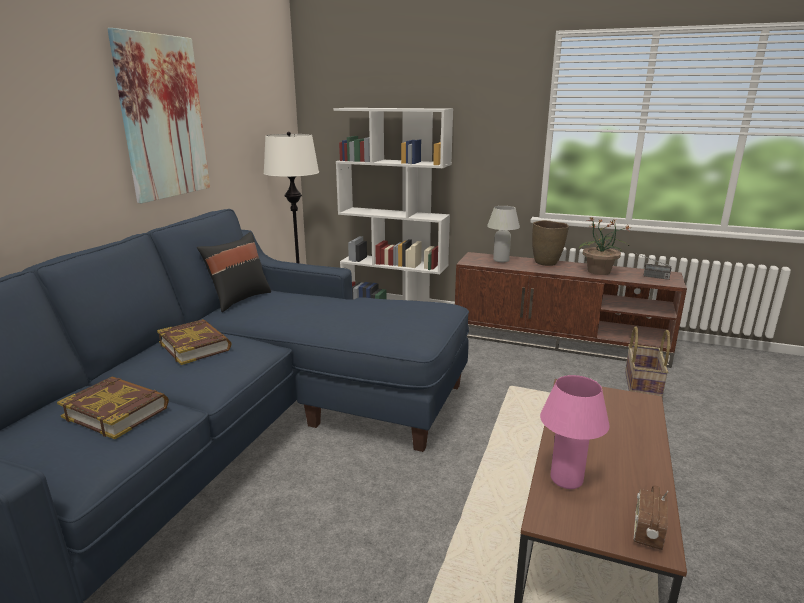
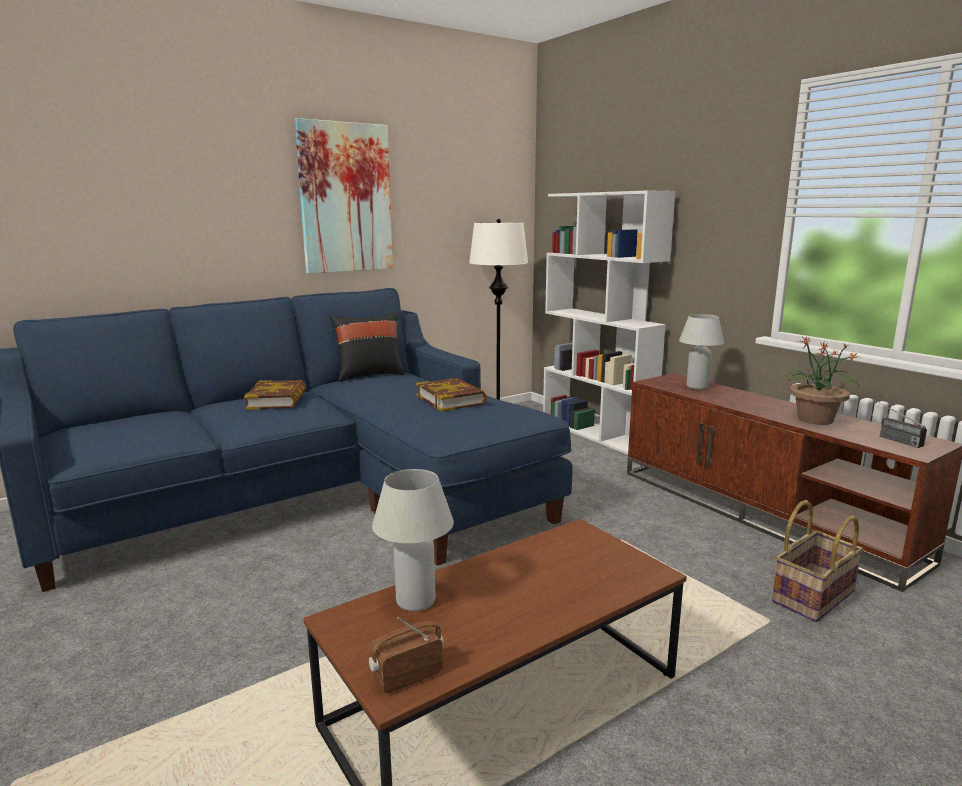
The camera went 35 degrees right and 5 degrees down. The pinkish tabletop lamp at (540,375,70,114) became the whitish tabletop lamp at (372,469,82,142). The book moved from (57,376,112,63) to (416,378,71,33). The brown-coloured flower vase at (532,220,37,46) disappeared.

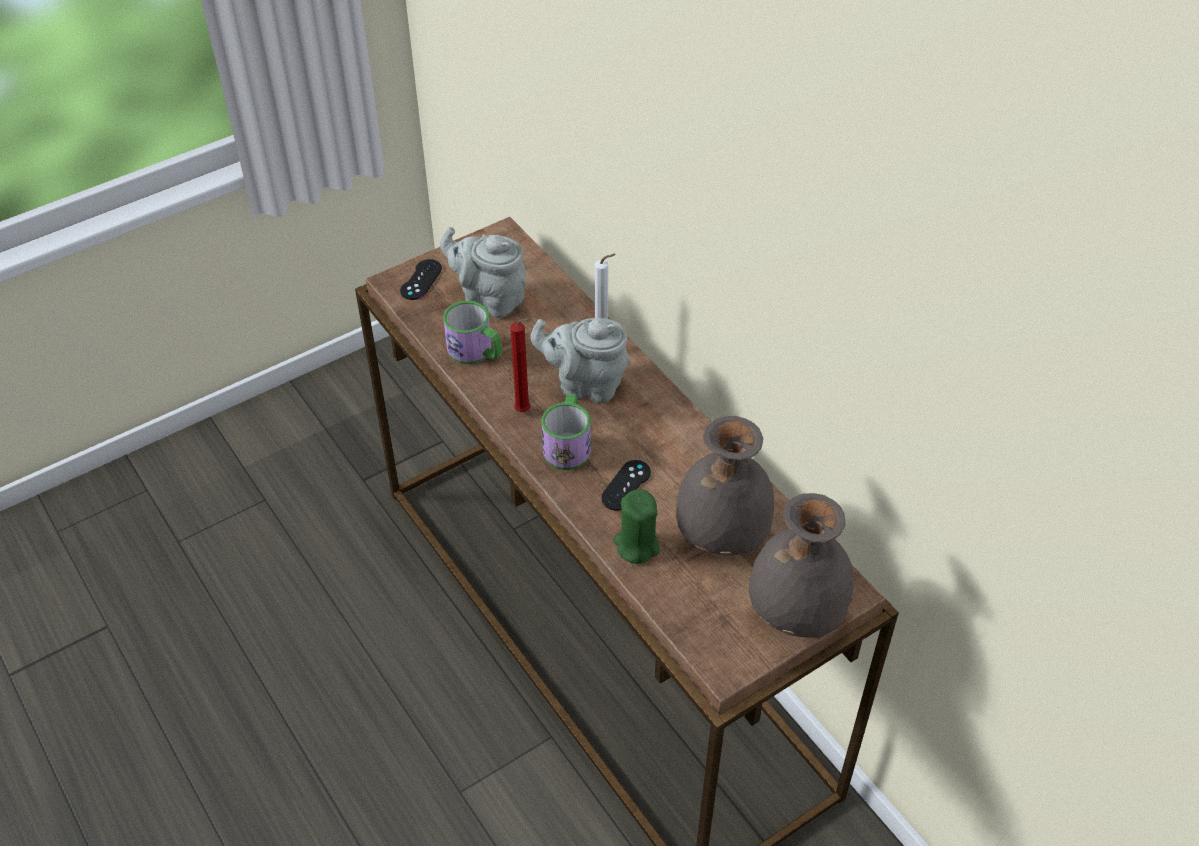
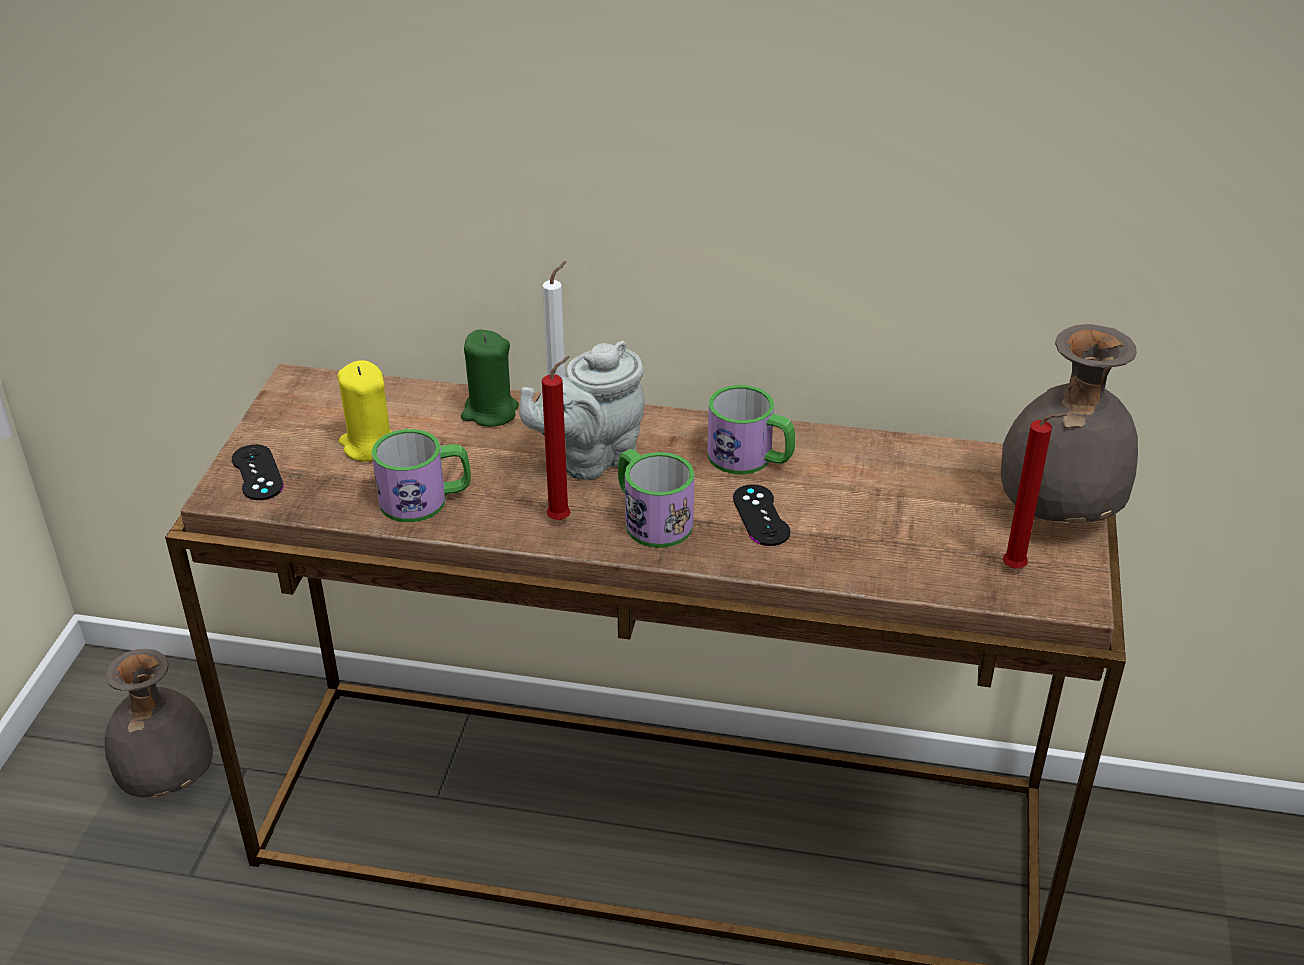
The camera went 45 degrees left and 10 degrees down. The greyish flower vase moved from (676,416,98,140) to (105,649,108,148). The greyish tea pot at (440,227,86,91) was replaced by the yellow-coloured wax candle at (337,360,55,102). The greenish wax candle moved from (613,489,47,75) to (461,329,58,98). The coffee mug at (707,385,88,90) appeared. The reddish wax candle at (1003,413,64,156) appeared.

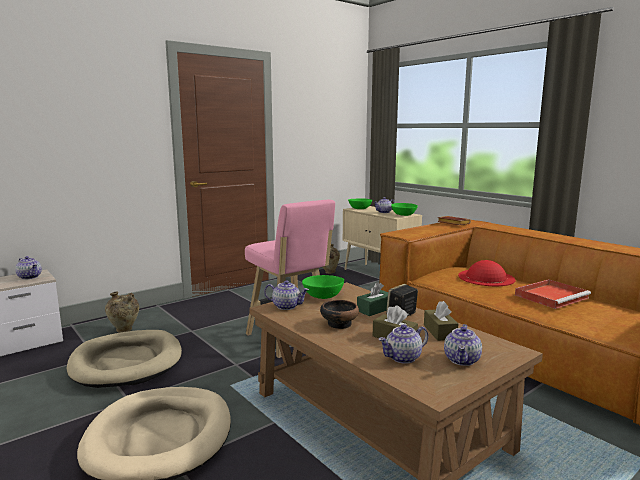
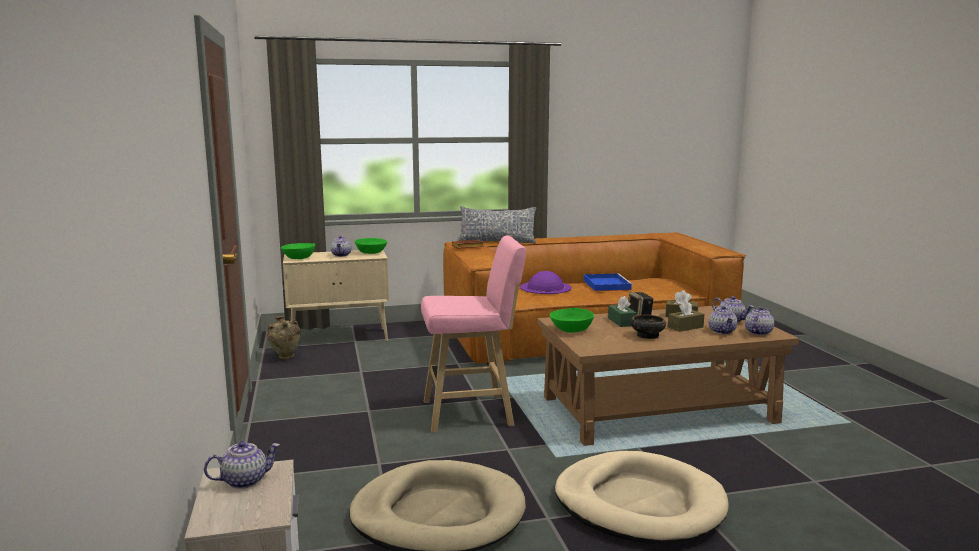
The camera went 65 degrees left and 0 degrees up. The pillow at (457,206,79,37) appeared. The reddish hat at (458,260,57,26) became the purple hat at (520,271,52,23). The reddish tray at (515,279,76,30) became the blue-coloured tray at (584,273,49,18). The tea pot moved from (264,280,45,30) to (745,307,29,28). The beige flower vase at (105,292,34,41) disappeared.

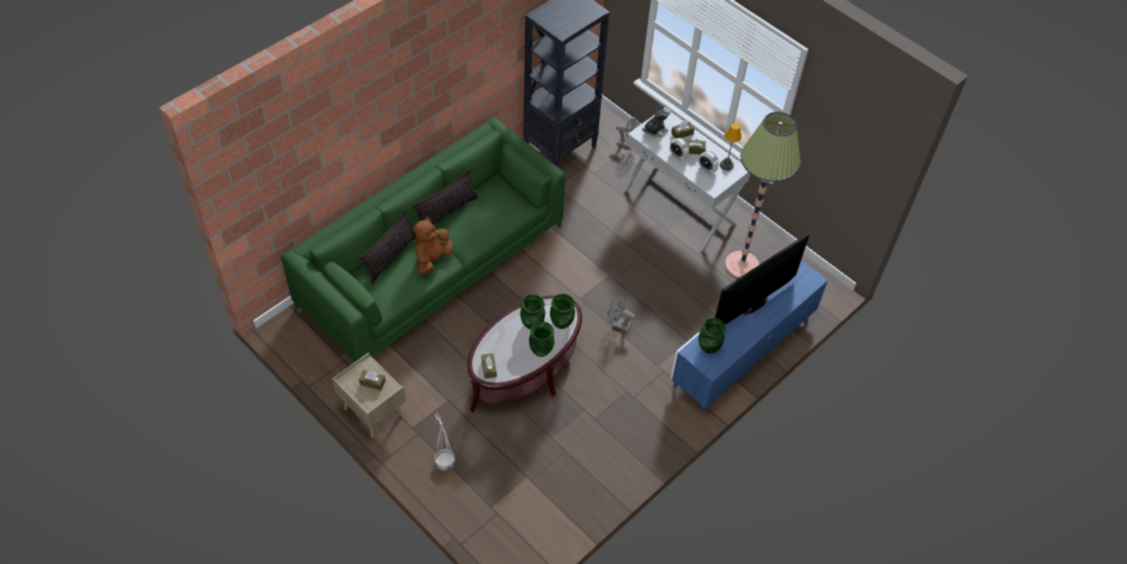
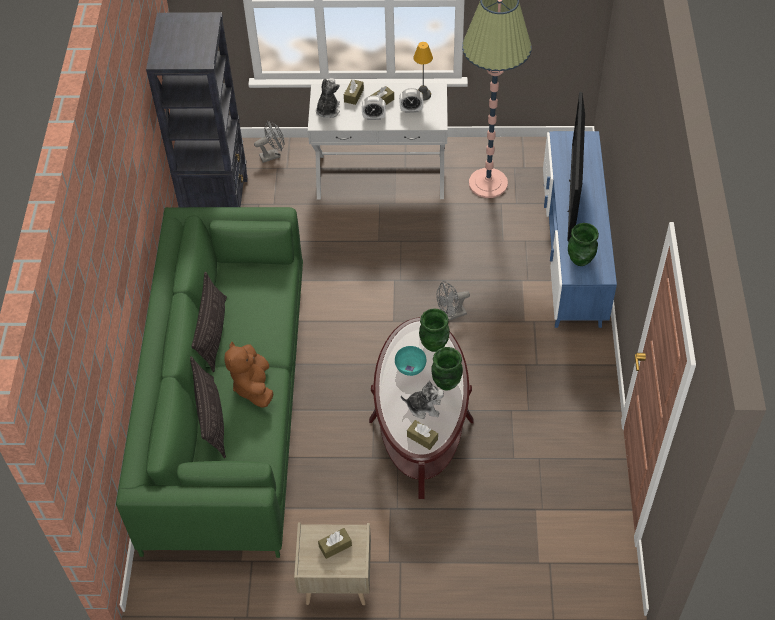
The camera went 40 degrees left and 0 degrees up. The greenish flower vase at (520,294,25,35) was replaced by the turquoise deep dish at (395,346,31,30). The cuddly toy at (401,381,43,38) appeared. The whitish plant pot at (434,412,21,59) disappeared.

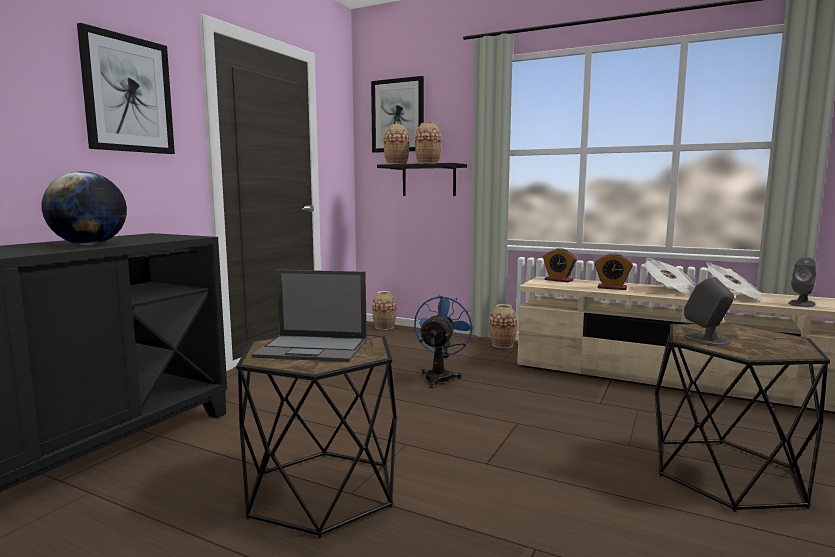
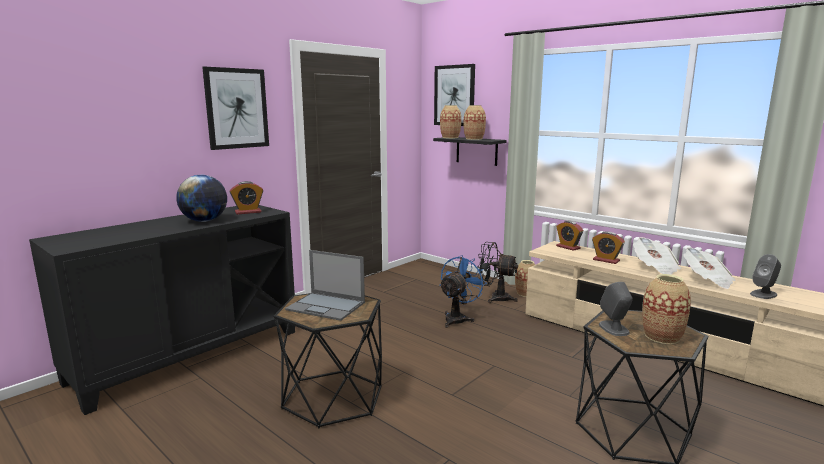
The camera went 15 degrees right and 5 degrees up. The bedside clock at (230,181,33,33) appeared. The black-coloured fan at (477,242,41,61) appeared. The flower vase moved from (372,291,24,39) to (642,274,49,70).

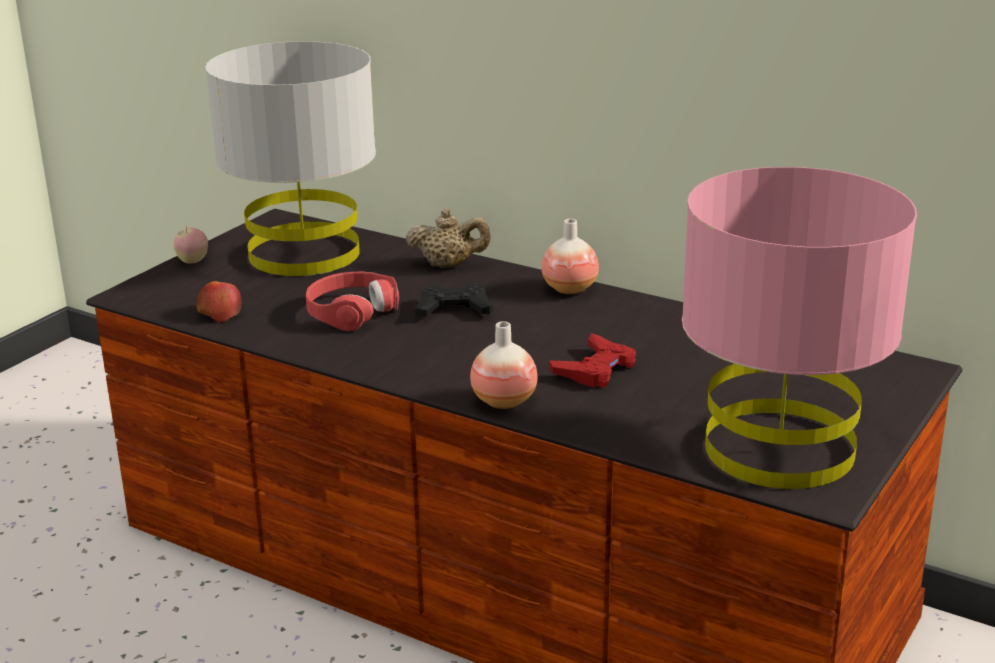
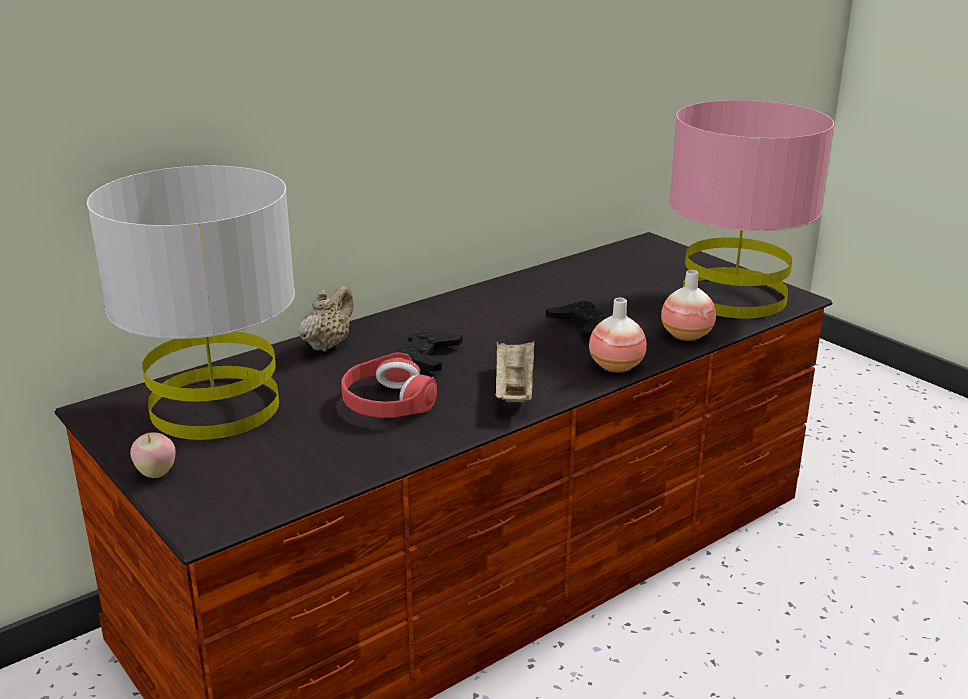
The camera went 70 degrees left and 0 degrees up. The beige tray at (495,342,39,60) appeared. The reddish game controller at (549,333,87,55) became the black-coloured game controller at (546,301,67,37). The flower vase moved from (541,219,58,75) to (661,270,55,71). The apple fruit at (197,281,45,42) disappeared.

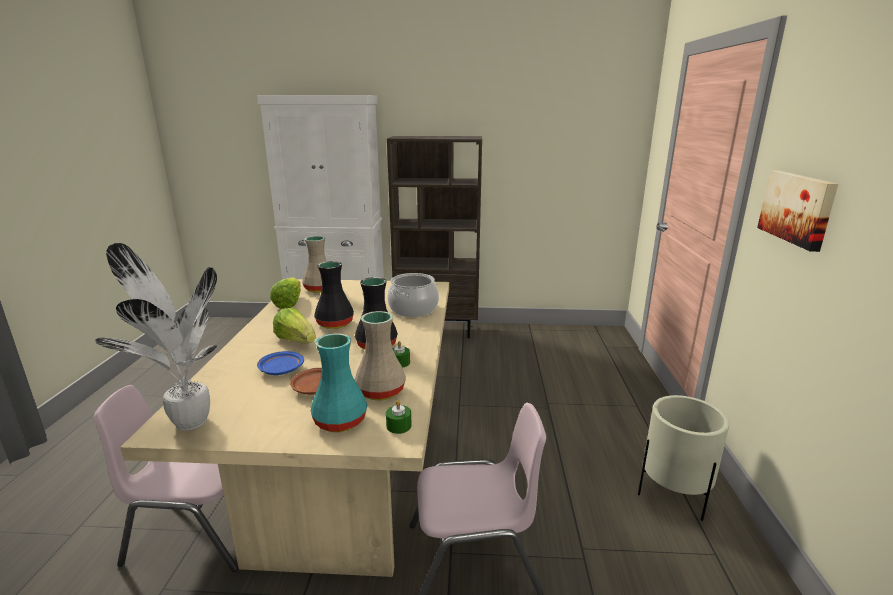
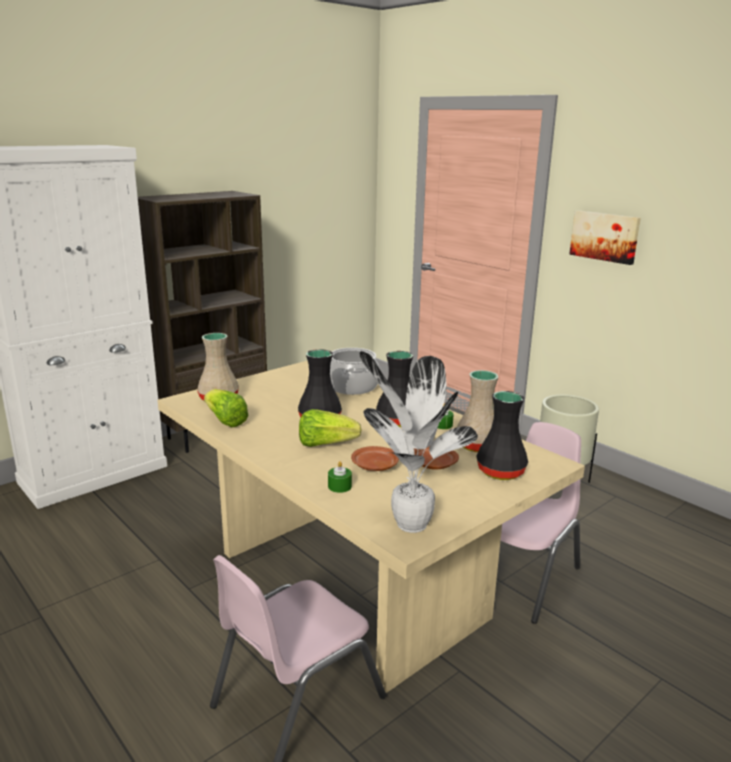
The camera went 45 degrees left and 0 degrees up. The greenish wax candle moved from (386,400,26,34) to (328,461,24,32). The blue-coloured plate at (257,351,47,24) became the brown-coloured plate at (351,446,48,25). The turquoise flower vase at (311,333,57,99) became the black-coloured flower vase at (476,391,52,89).

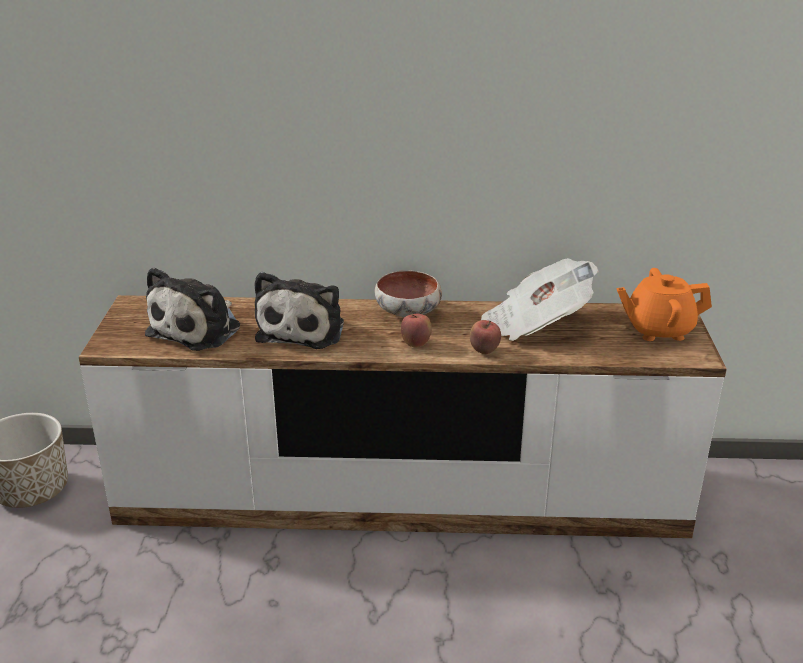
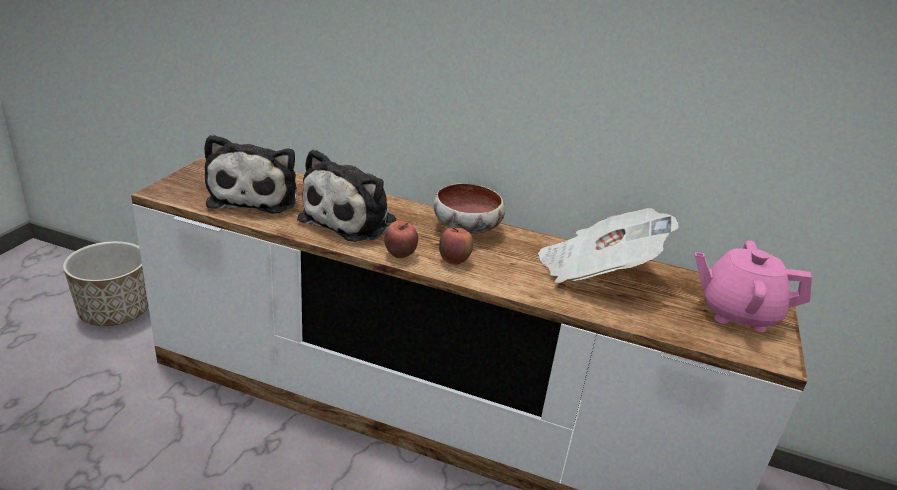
The camera went 15 degrees right and 0 degrees up. The cuddly toy at (145,267,95,84) turned 45 degrees counterclockwise. The apple fruit moved from (470,320,31,34) to (384,221,34,37). The orange-coloured tea pot at (617,268,95,73) became the pinkish tea pot at (694,240,118,92).

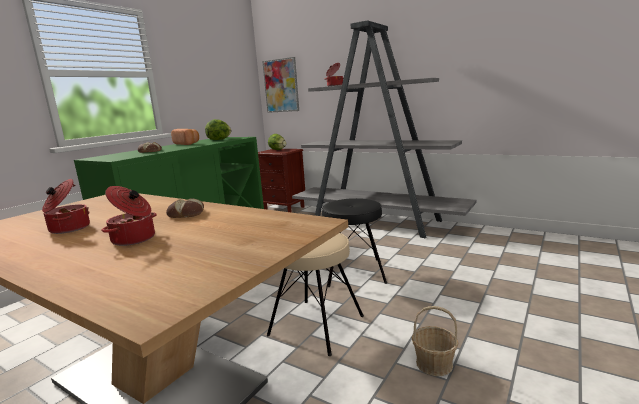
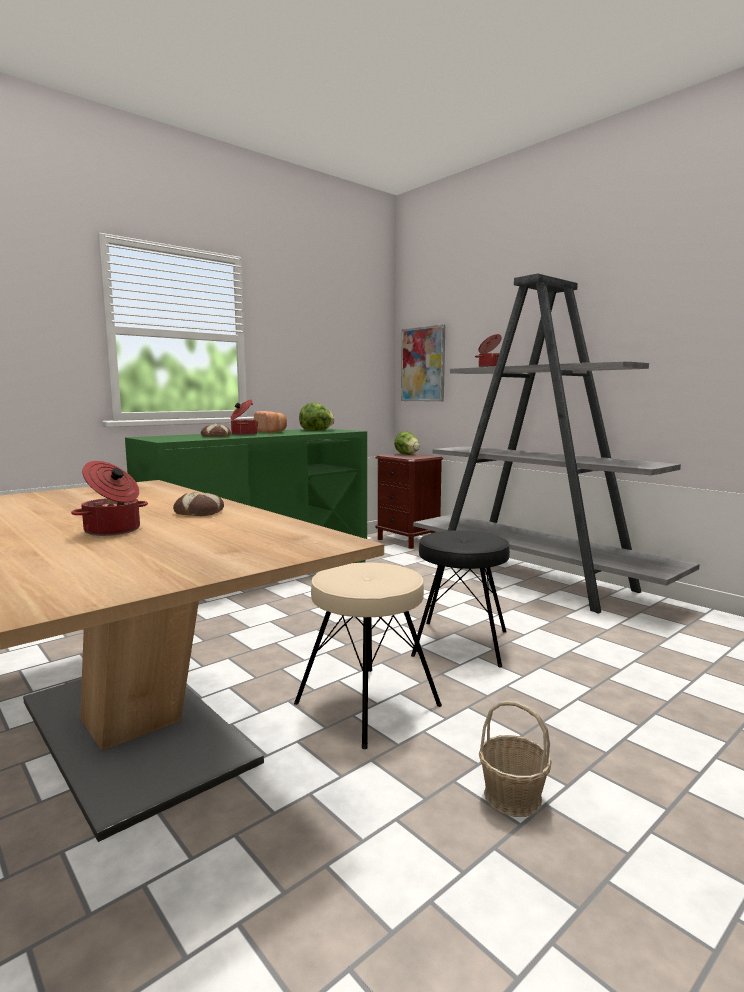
The camera went 15 degrees right and 5 degrees down. The cooking pot moved from (42,179,48,55) to (230,400,28,35).

